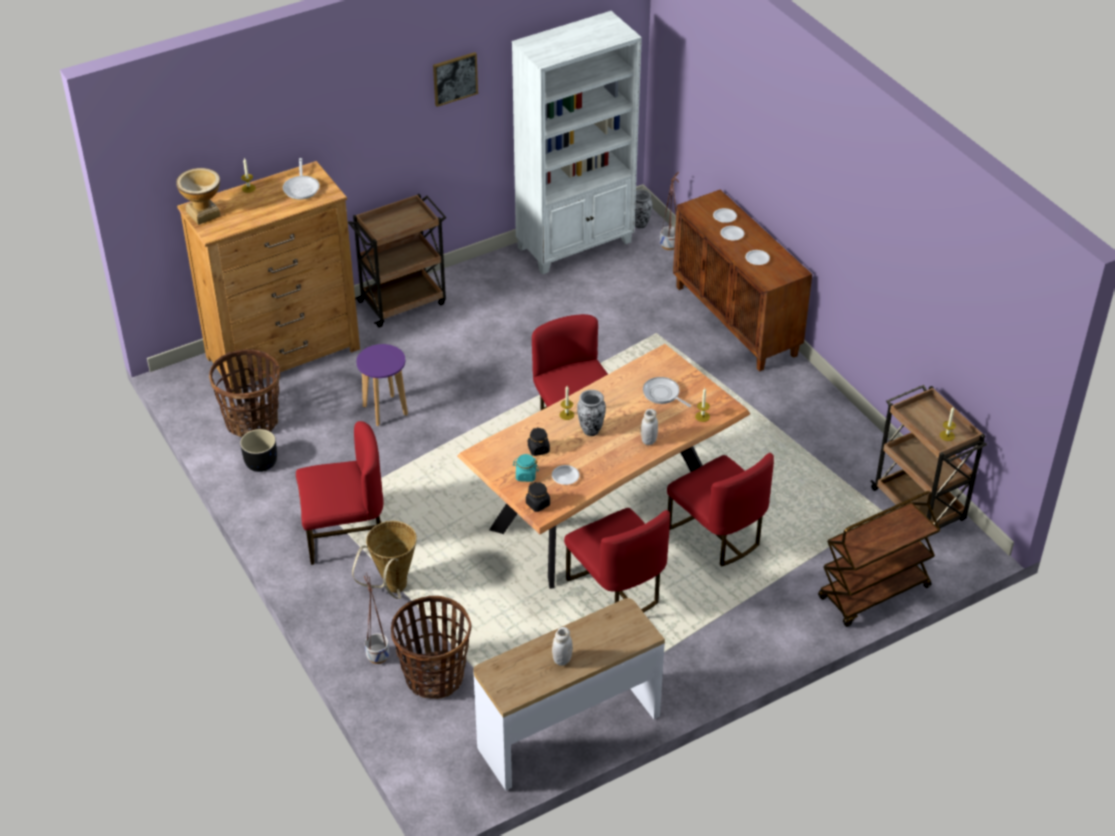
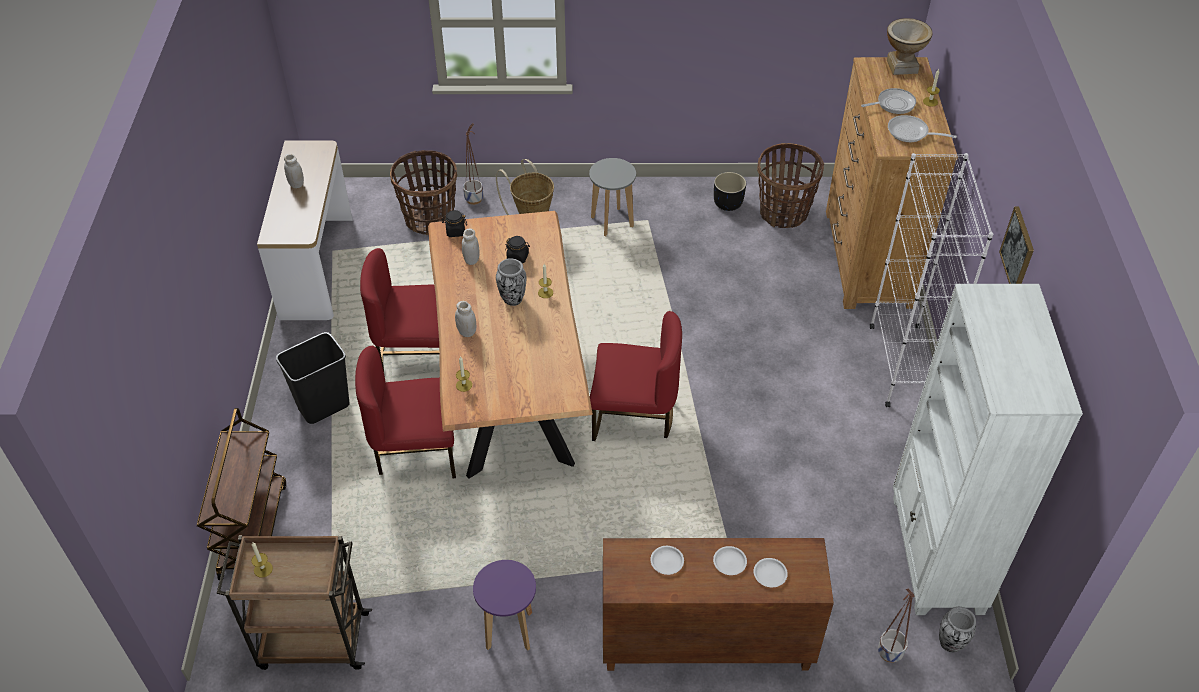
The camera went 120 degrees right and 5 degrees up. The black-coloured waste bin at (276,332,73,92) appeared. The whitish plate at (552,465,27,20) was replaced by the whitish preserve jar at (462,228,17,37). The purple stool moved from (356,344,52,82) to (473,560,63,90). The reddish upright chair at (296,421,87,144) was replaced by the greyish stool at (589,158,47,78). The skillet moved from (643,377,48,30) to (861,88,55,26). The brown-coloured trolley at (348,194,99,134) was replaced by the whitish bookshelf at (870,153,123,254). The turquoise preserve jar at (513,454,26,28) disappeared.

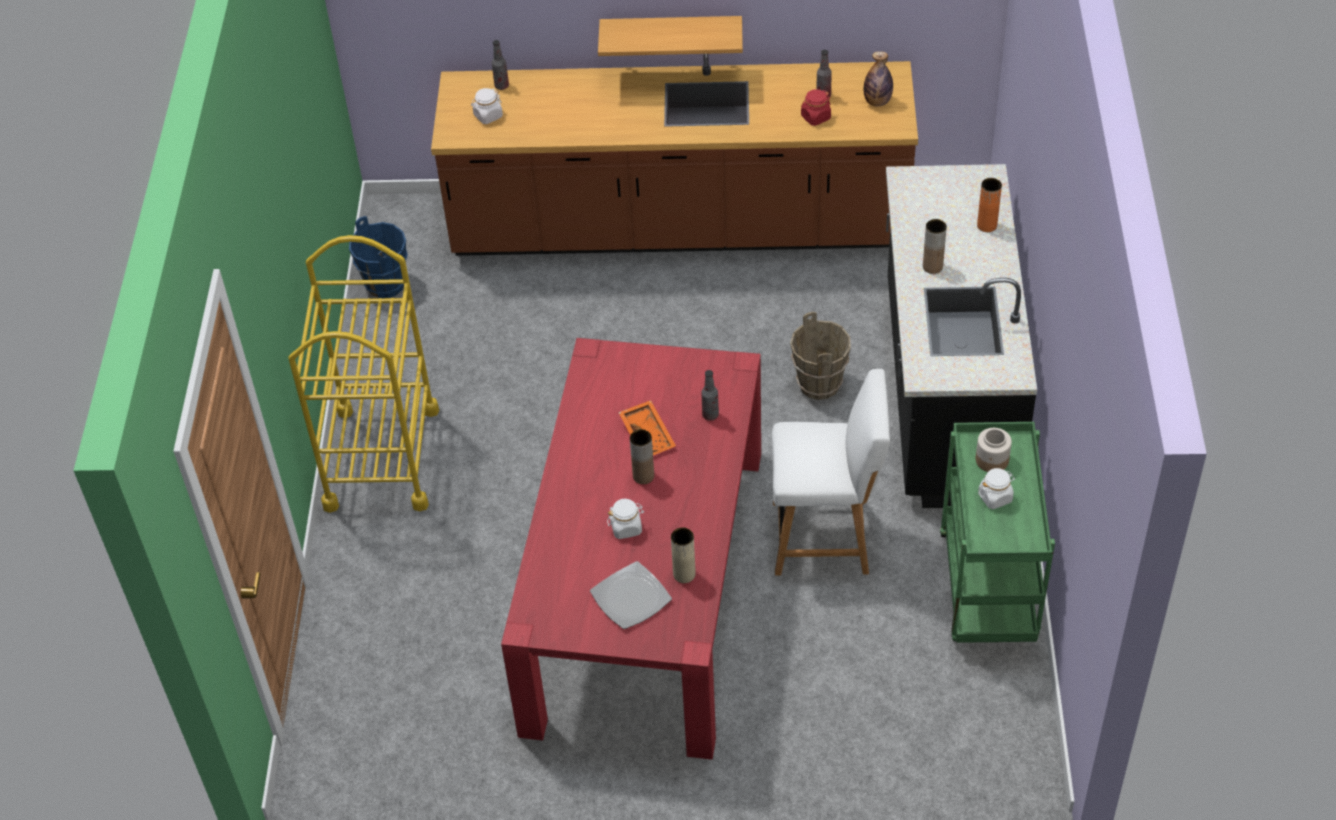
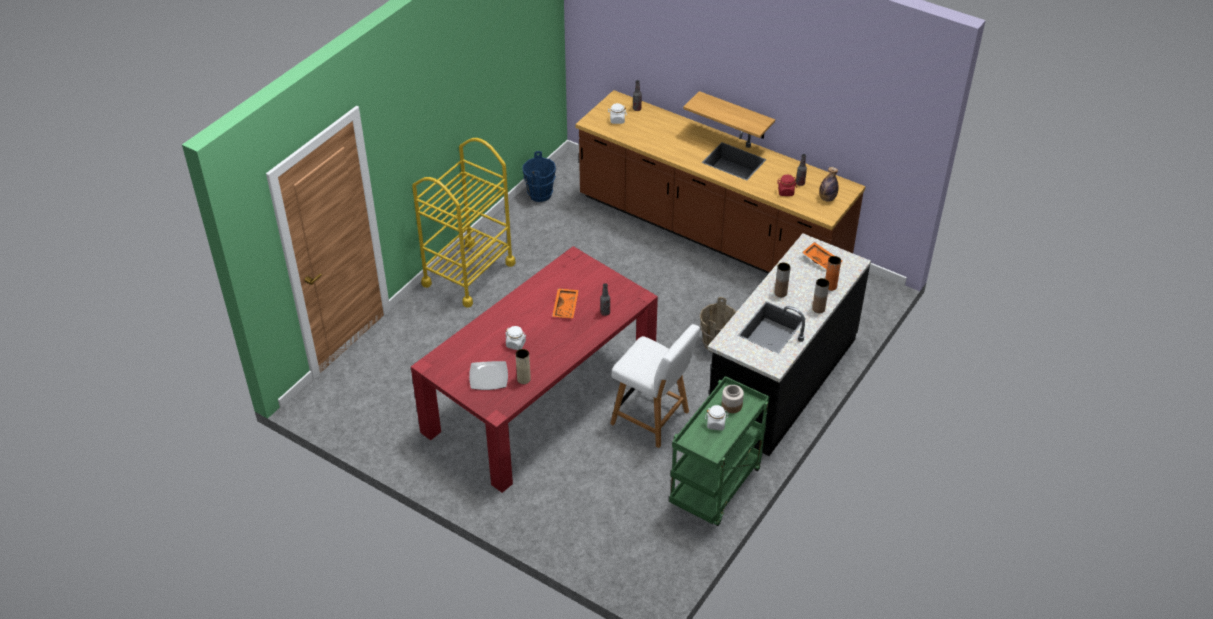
The camera went 30 degrees right and 5 degrees down. The orange-coloured tray at (802,242,40,27) appeared. The brown-coloured flower vase moved from (630,429,24,55) to (812,278,17,35).

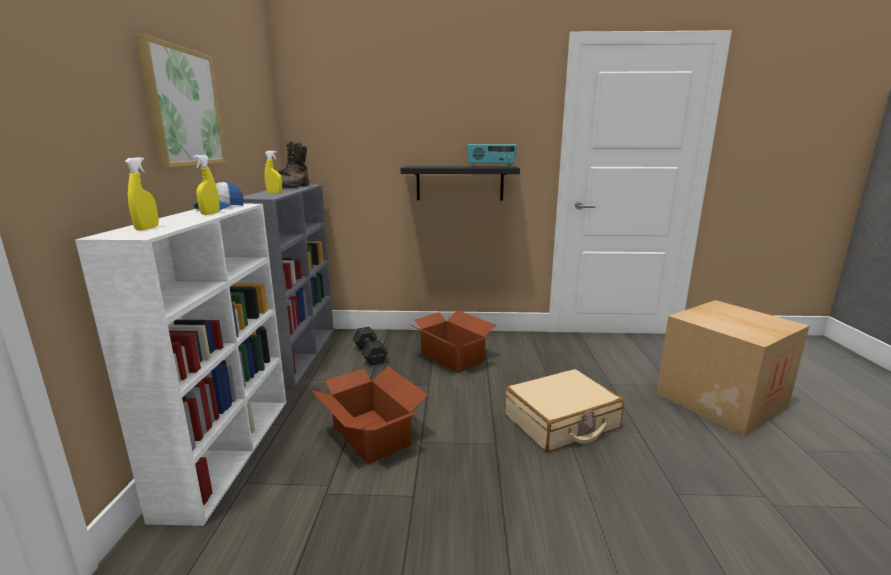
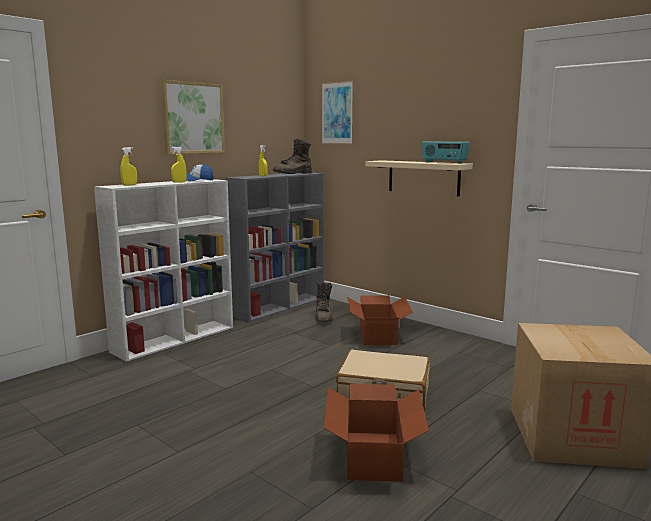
The camera went 40 degrees right and 5 degrees down. The black-coloured dumbbell at (353,327,35,38) was replaced by the brown-coloured high-top boot at (316,281,17,41). The wall picture at (322,81,31,63) appeared. The carton moved from (311,366,117,98) to (324,384,105,98). The black-coloured wall shelf at (400,166,120,35) became the beige wall shelf at (365,160,108,36).

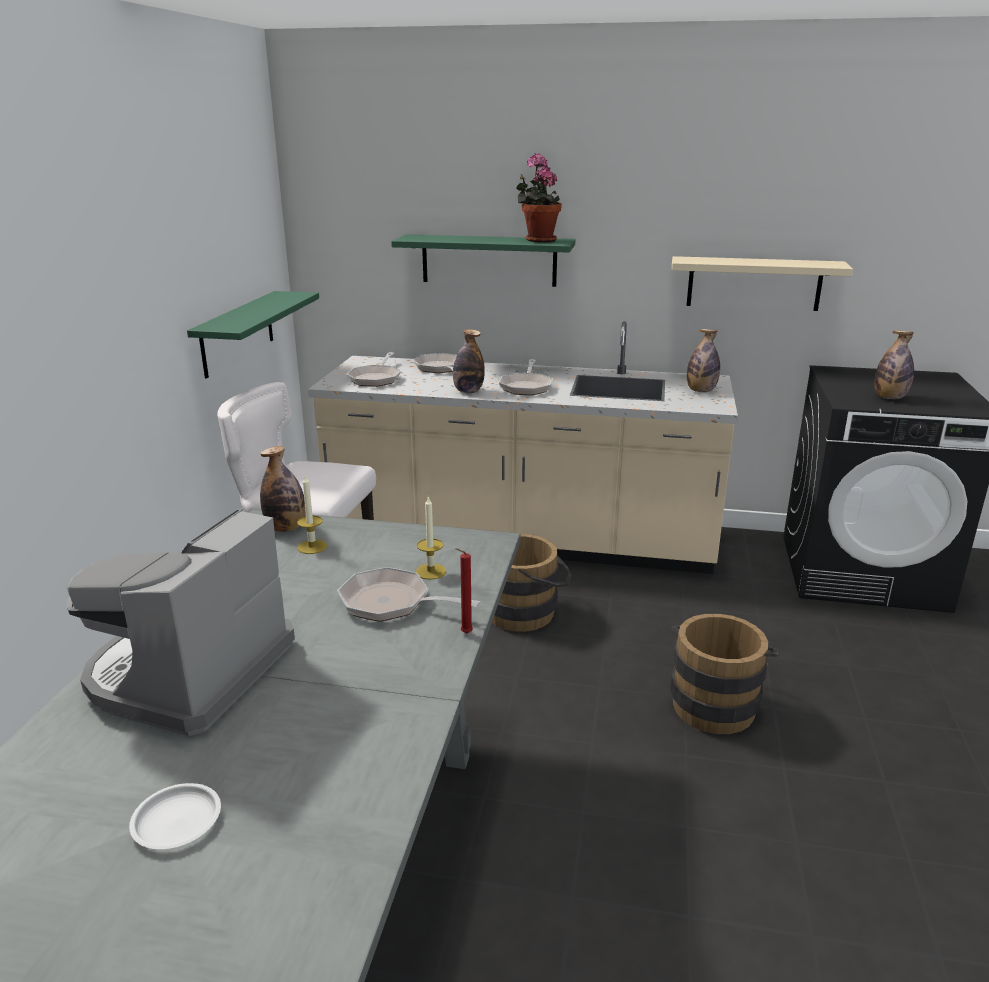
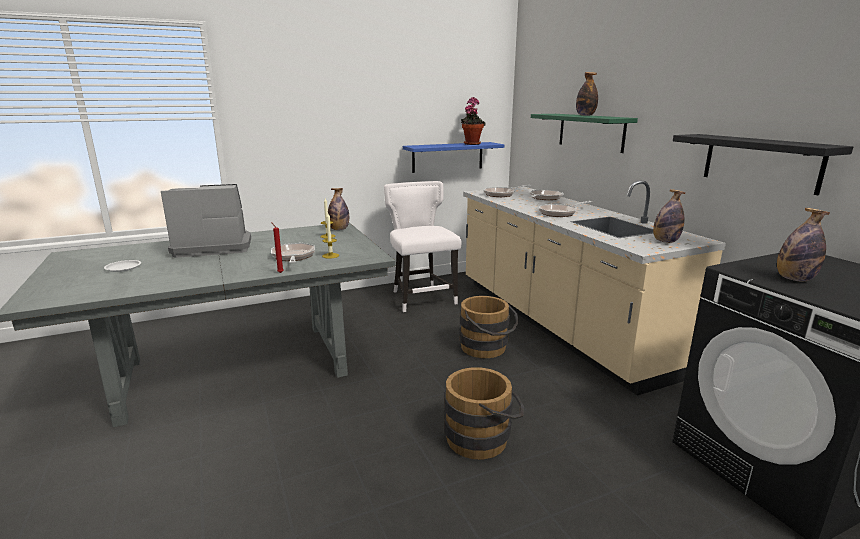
The camera went 55 degrees right and 5 degrees down. The greenish wall shelf at (187,291,132,88) became the blue-coloured wall shelf at (403,142,101,31). The potted plant moved from (516,153,46,90) to (461,97,25,48). The drink bottle moved from (453,329,32,64) to (576,72,22,44). The beige wall shelf at (672,256,181,55) became the black-coloured wall shelf at (673,134,180,61).

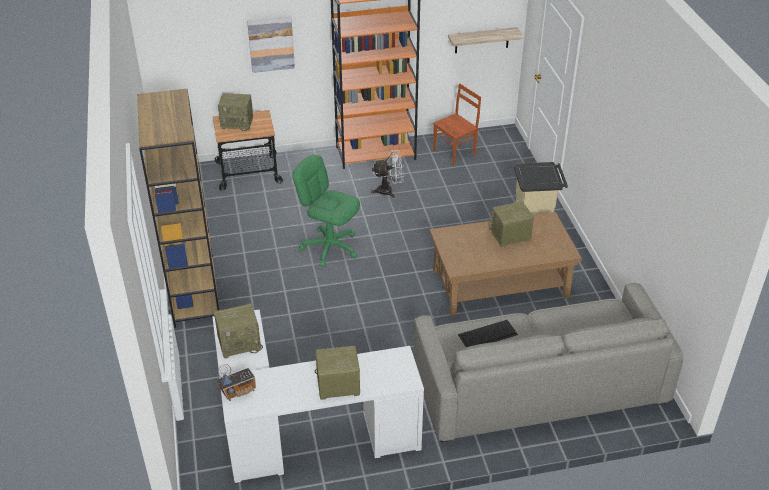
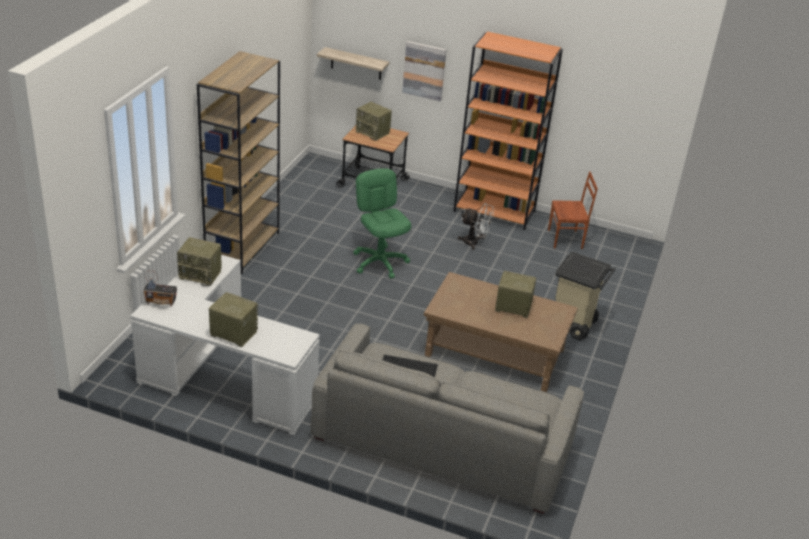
The camera went 30 degrees right and 5 degrees down. The wall shelf moved from (448,27,75,26) to (317,47,72,33).

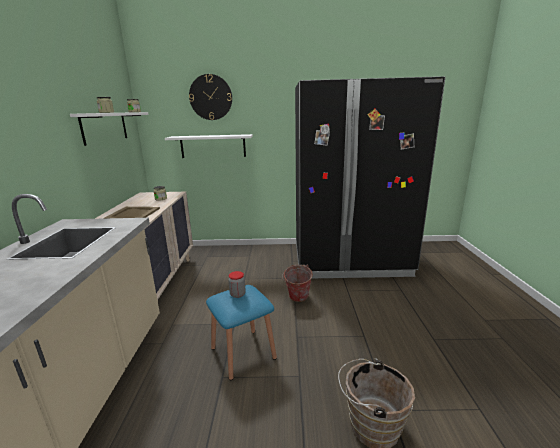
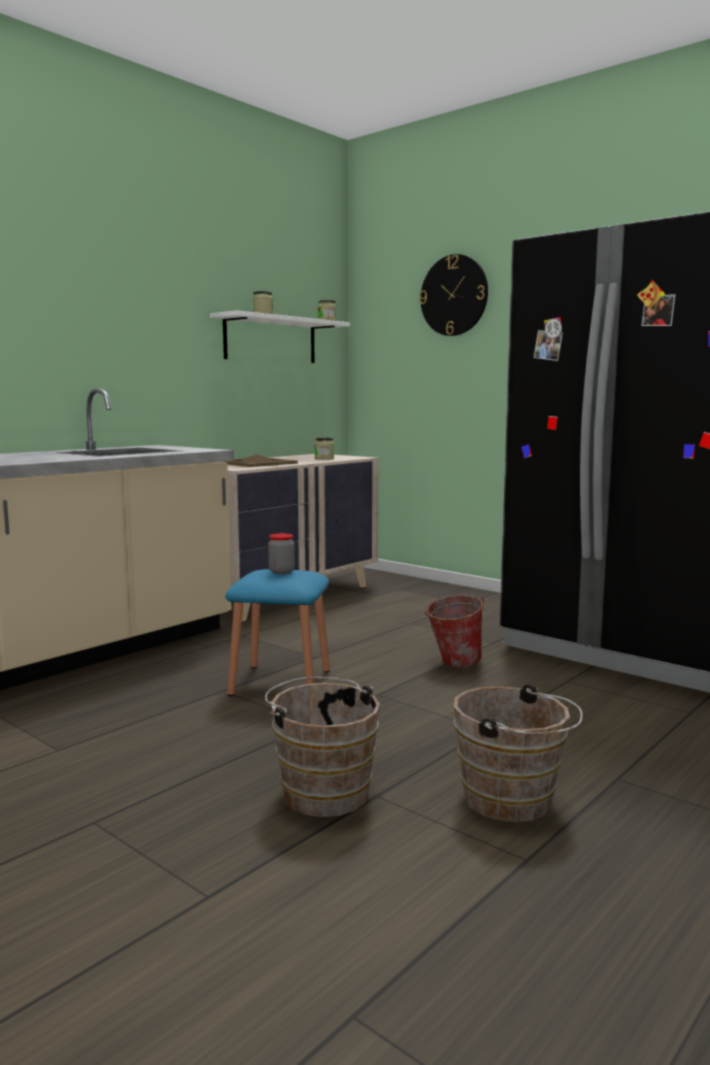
The camera went 40 degrees right and 10 degrees down. The brown-coloured bucket at (454,684,129,138) appeared. The whitish wall shelf at (165,134,88,24) disappeared.

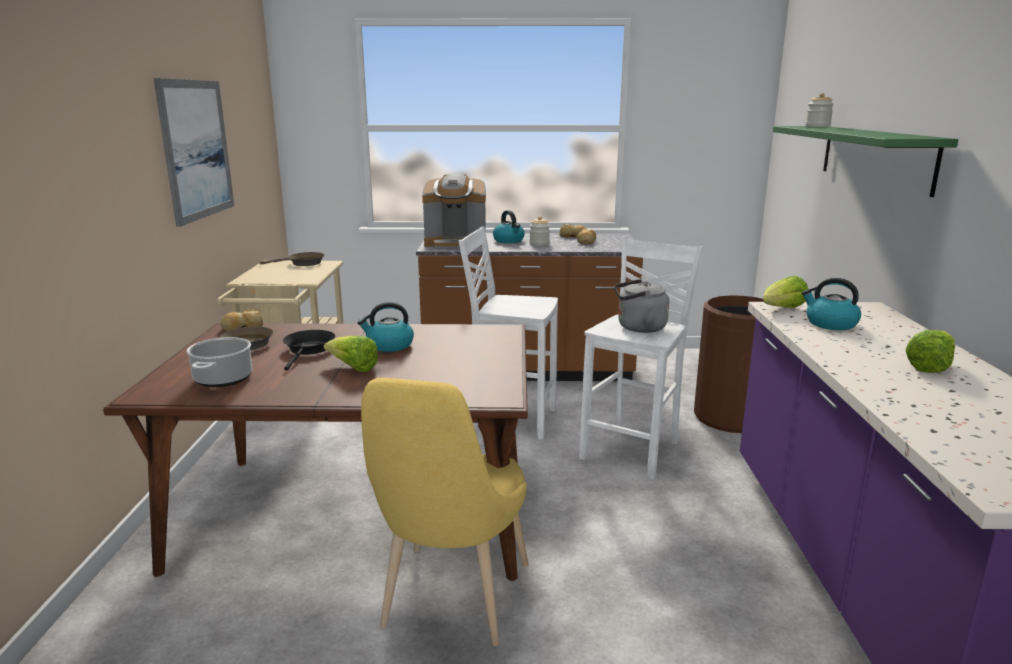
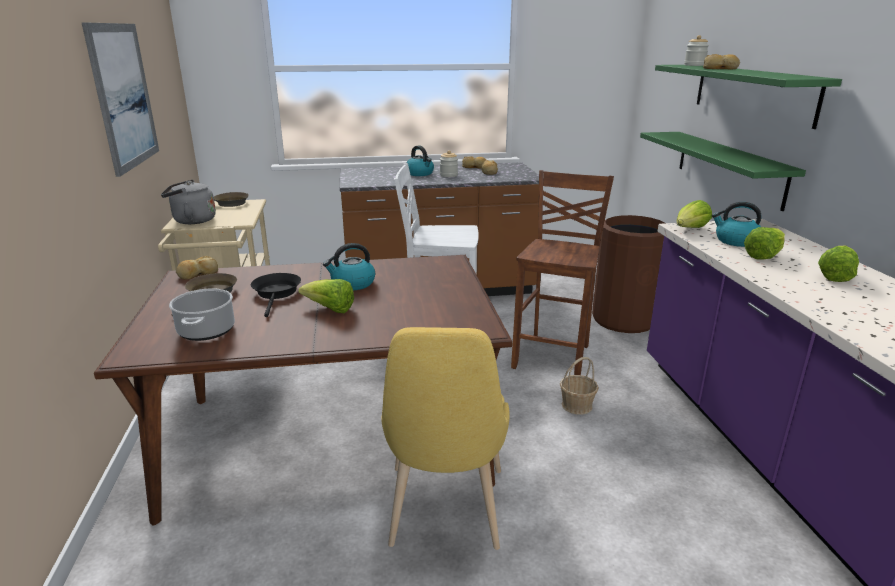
The camera went 10 degrees left and 5 degrees up. The greyish tea kettle moved from (614,279,55,54) to (161,180,55,44). The whitish stool at (579,238,125,242) became the brown-coloured stool at (511,170,103,205). The storage basket at (560,357,39,58) appeared. The greenish wall shelf at (640,132,166,79) appeared. The baked bread at (703,54,37,15) appeared. The lettuce head at (744,227,41,33) appeared. The coffee brewer at (422,173,64,76) disappeared.

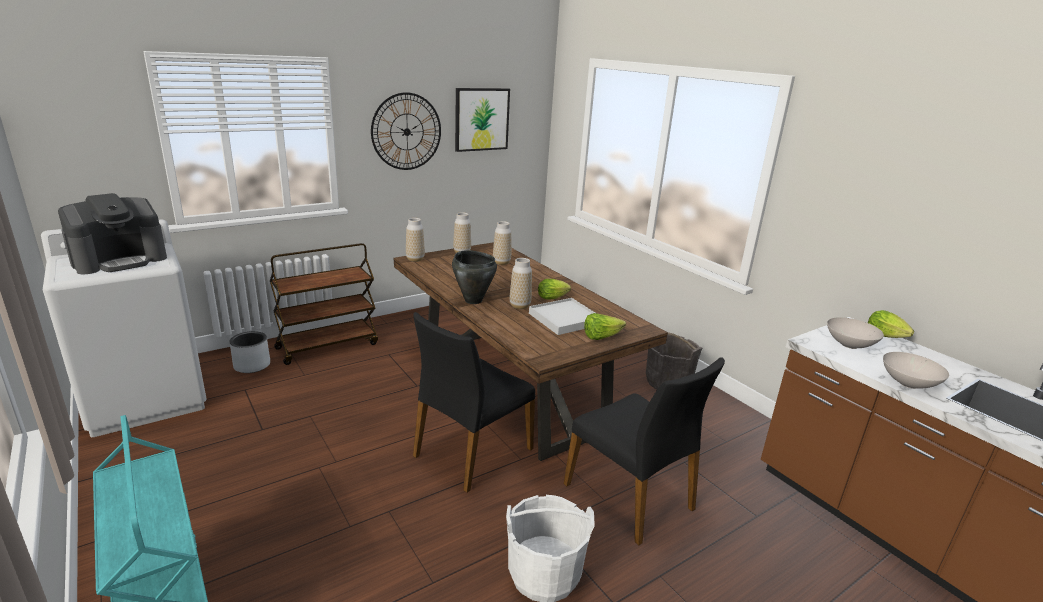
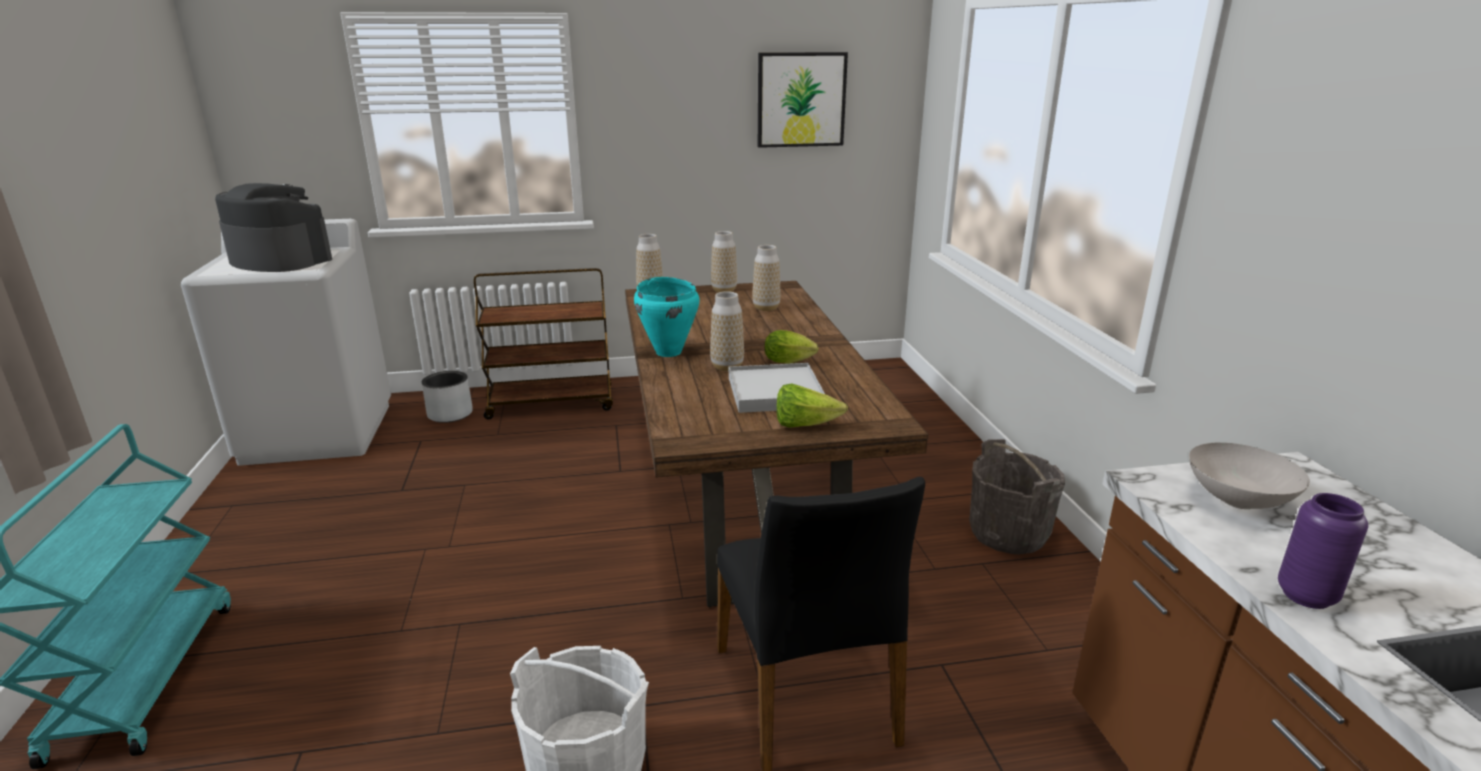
The camera went 25 degrees right and 0 degrees up. The coffee brewer at (58,193,109,81) turned 135 degrees counterclockwise. The black-coloured cooking pot at (452,250,45,54) became the turquoise cooking pot at (634,277,66,80). The whitish deep dish at (883,352,66,37) was replaced by the purple flower vase at (1278,493,90,116). The clock on the wall at (371,92,70,78) disappeared. The black-coloured upright chair at (413,312,122,181) disappeared. The lettuce head at (868,310,46,28) disappeared.

